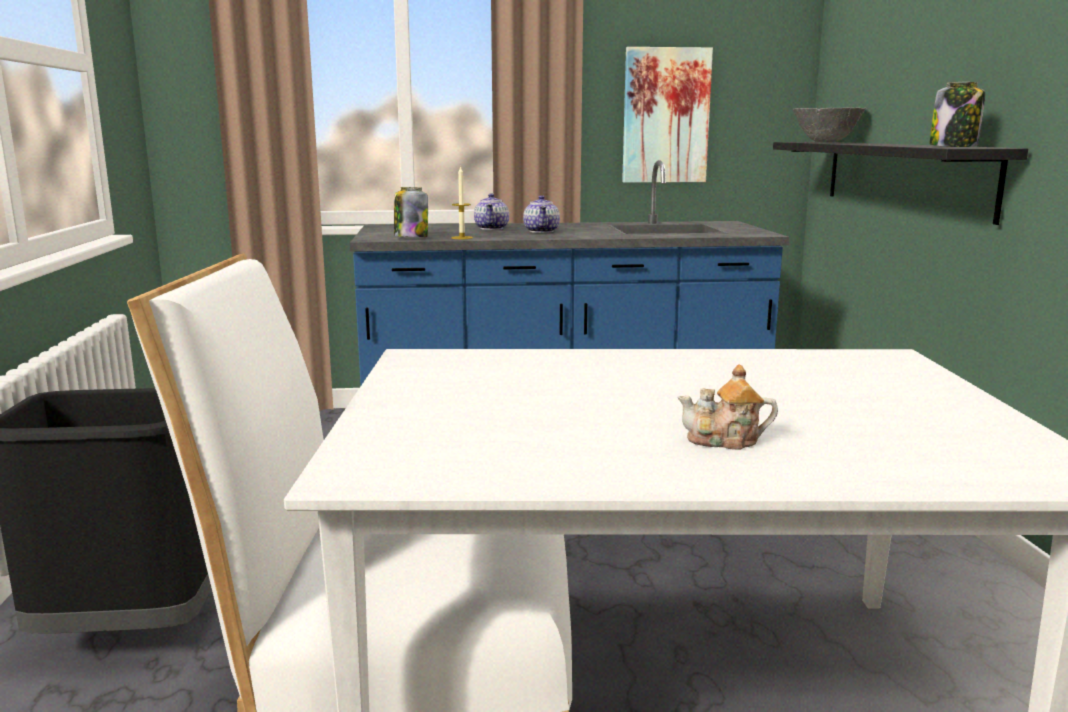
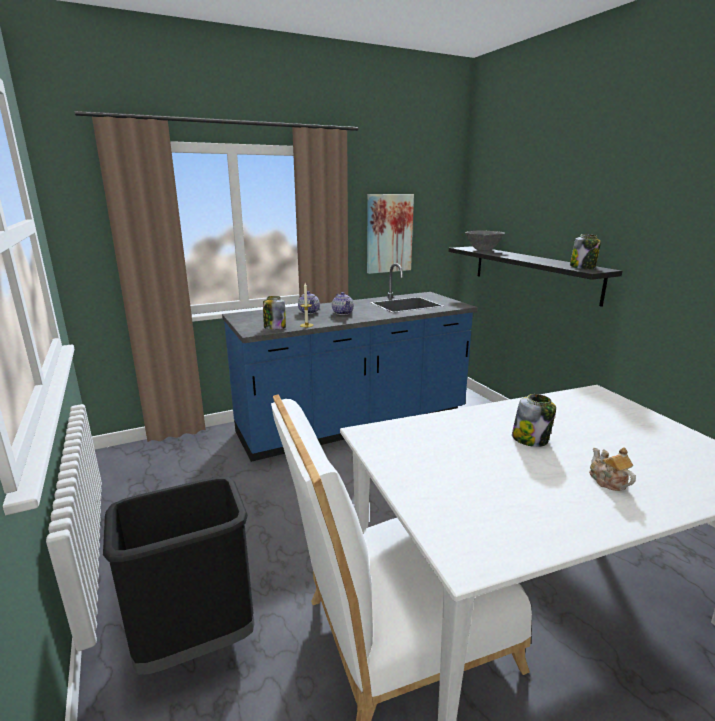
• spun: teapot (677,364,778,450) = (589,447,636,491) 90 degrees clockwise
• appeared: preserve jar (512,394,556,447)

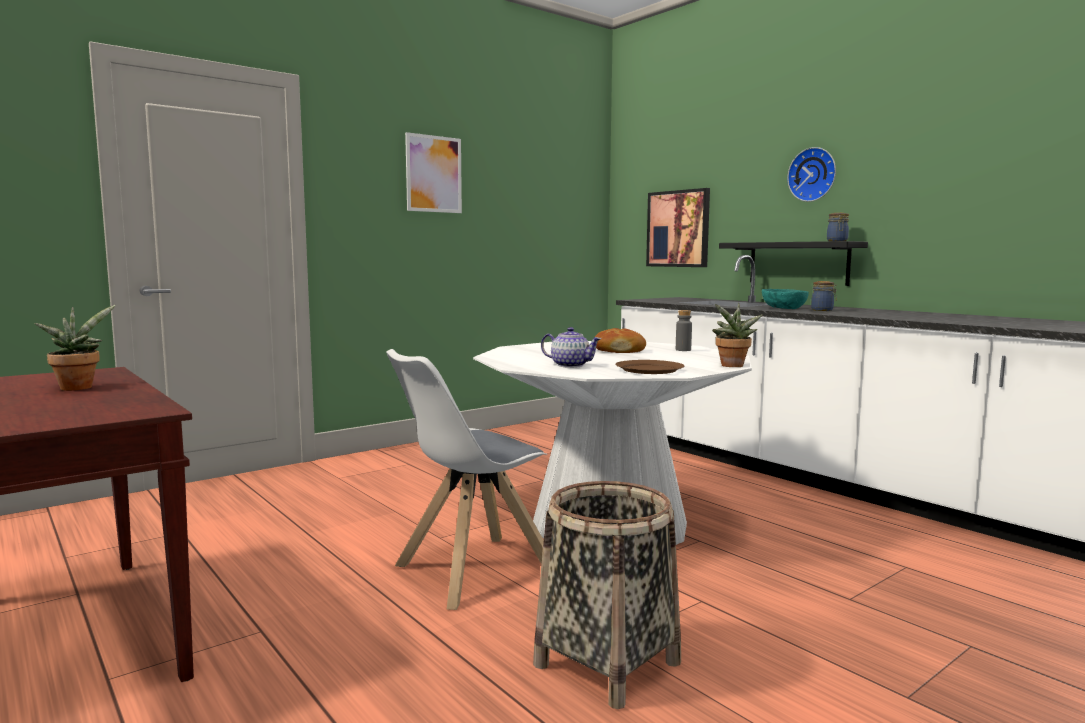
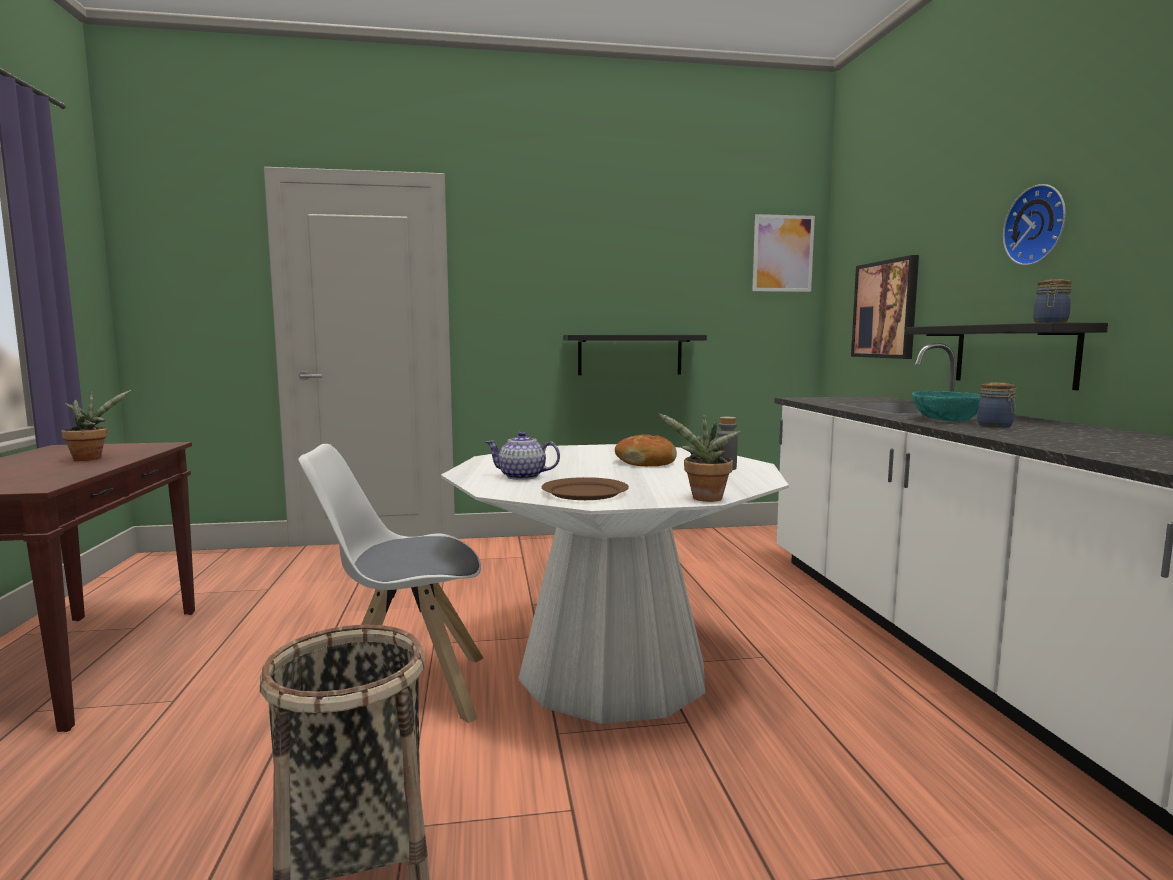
• relocated: wall art (405,132,462,213) to (752,214,815,292)
• spun: teapot (541,327,601,368) = (485,431,560,480) 135 degrees clockwise
• appeared: wall shelf in black (563,335,707,375)

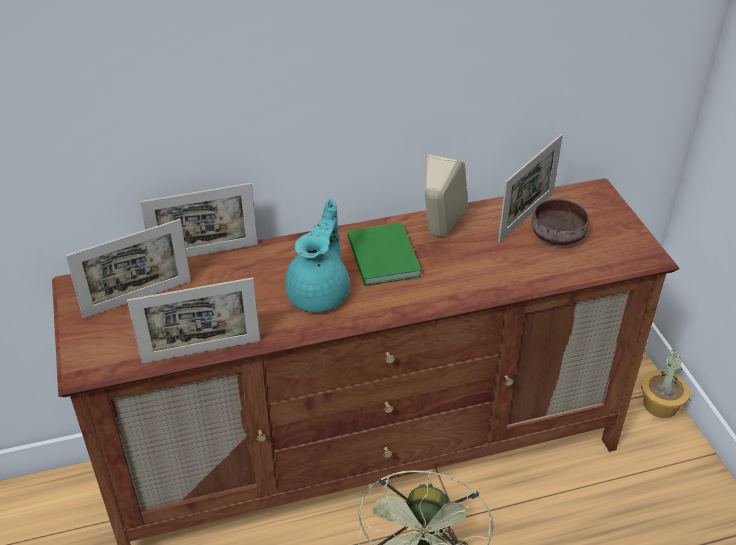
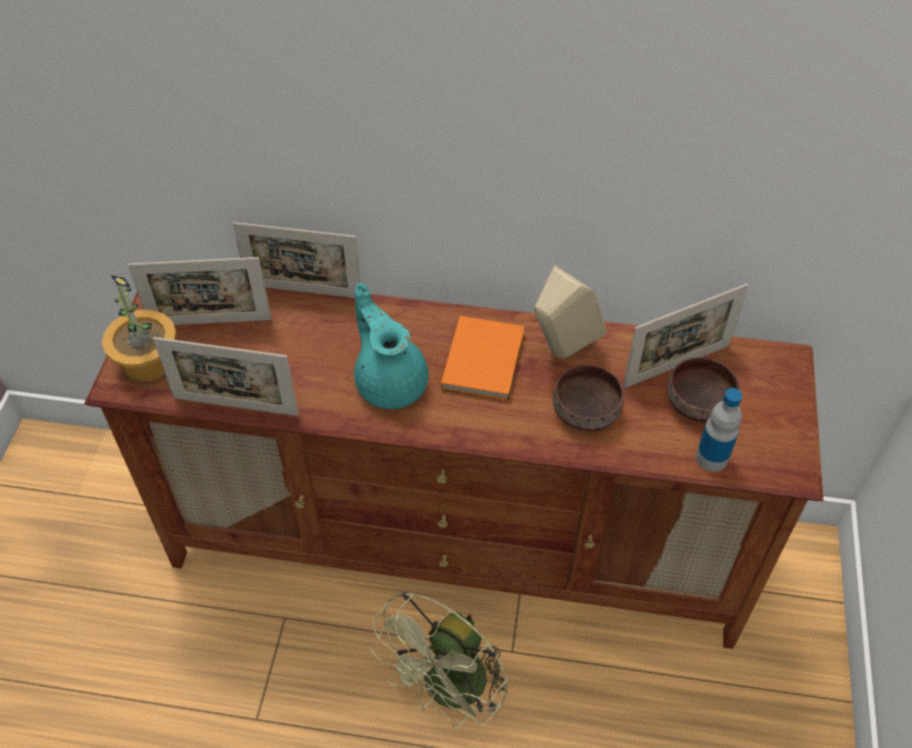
• spun: teapot in blue-green (285,199,350,312) = (354,283,428,409) 75 degrees counterclockwise
• colour: volume in greenish (348,223,421,286) to volume in orange (441,316,524,401)
• relocated: potted plant (641,349,691,418) to (102,275,177,382)
• appeared: deep dish in brown-coloured (553,365,624,431)
• appeared: drink bottle (696,388,742,472)

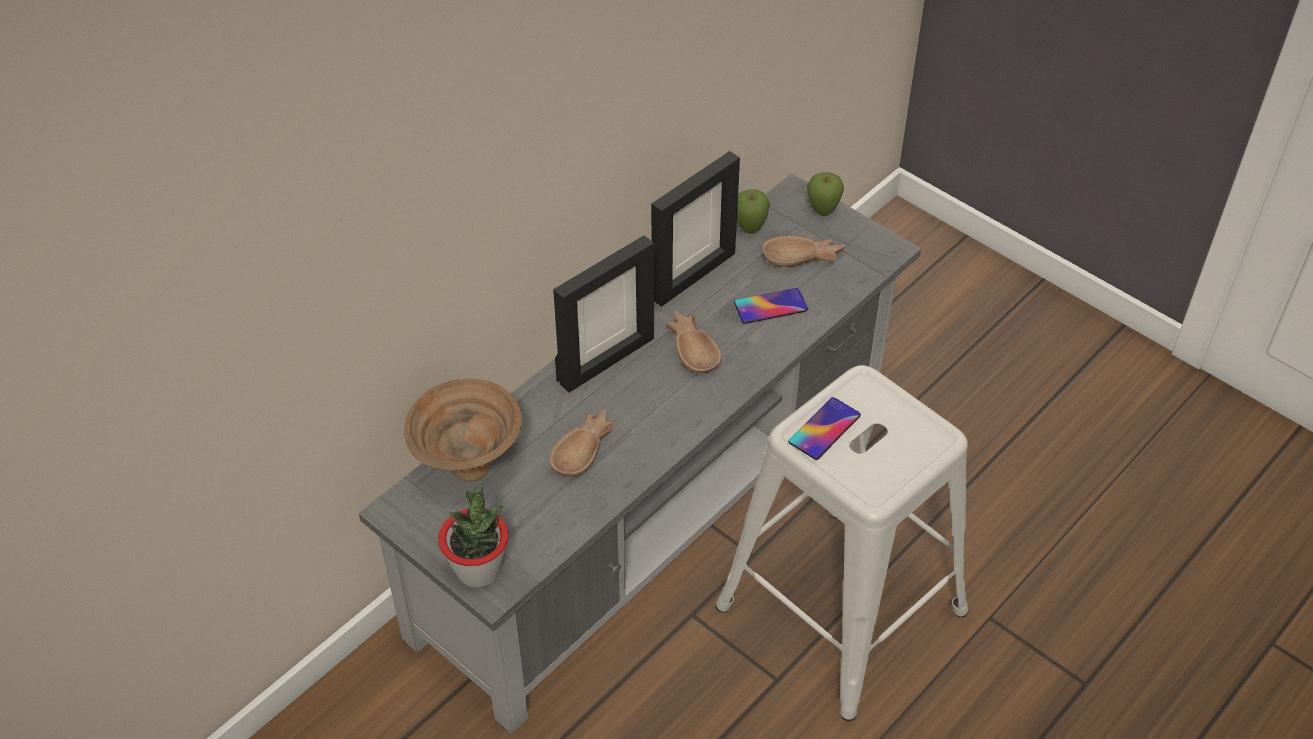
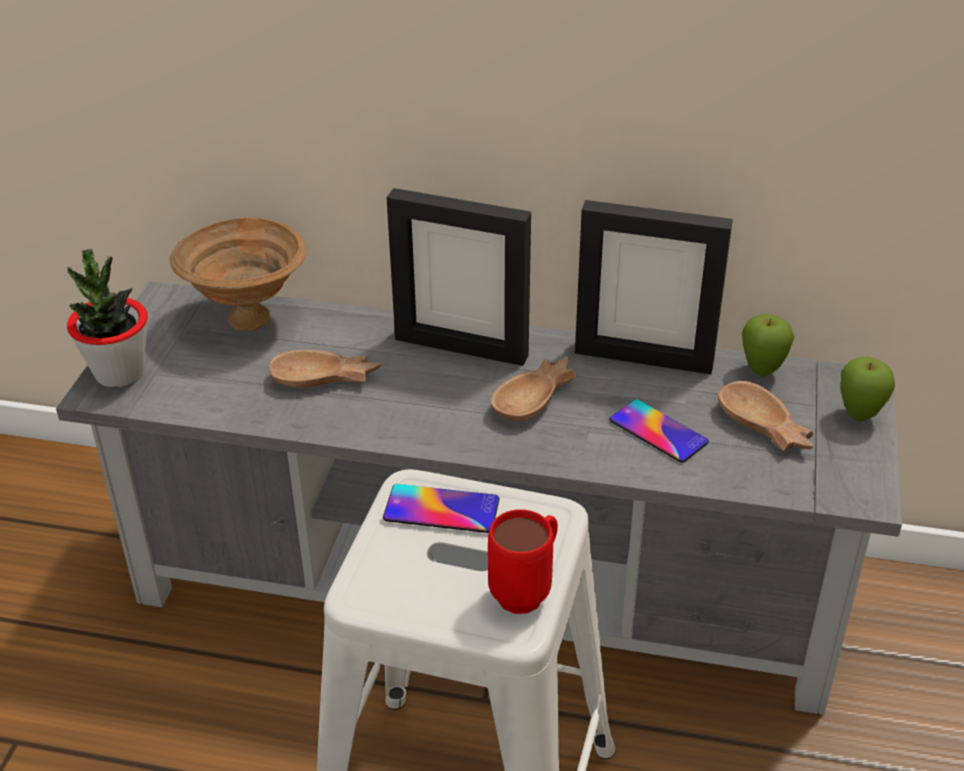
• appeared: mug in reddish (488,509,558,614)

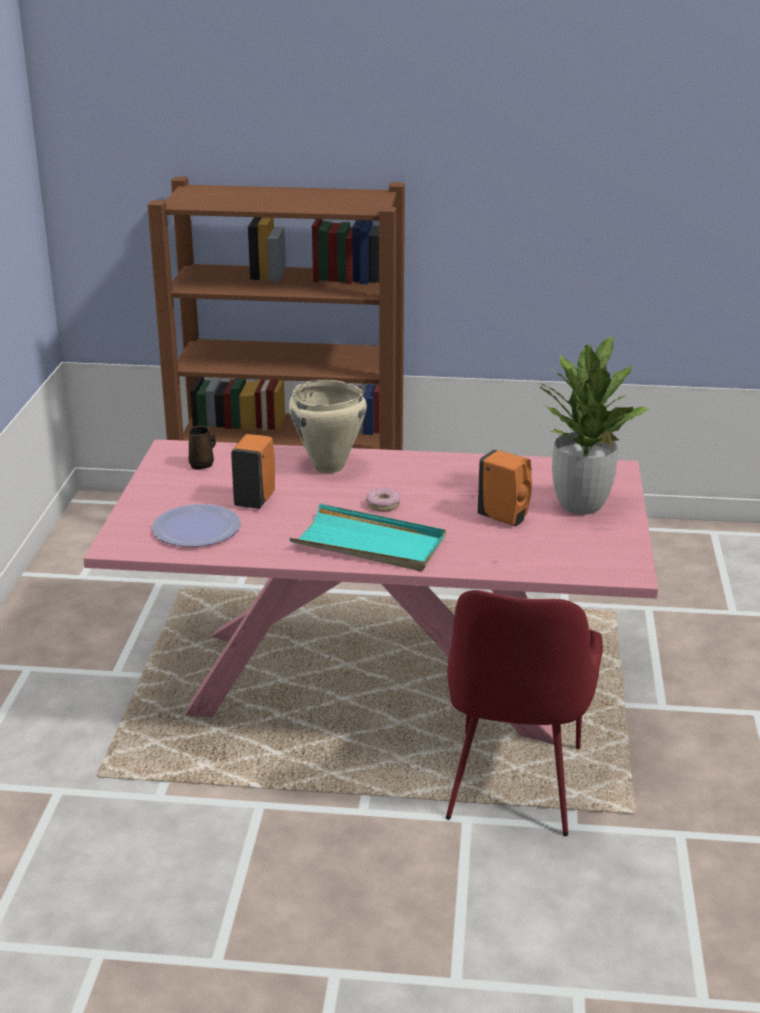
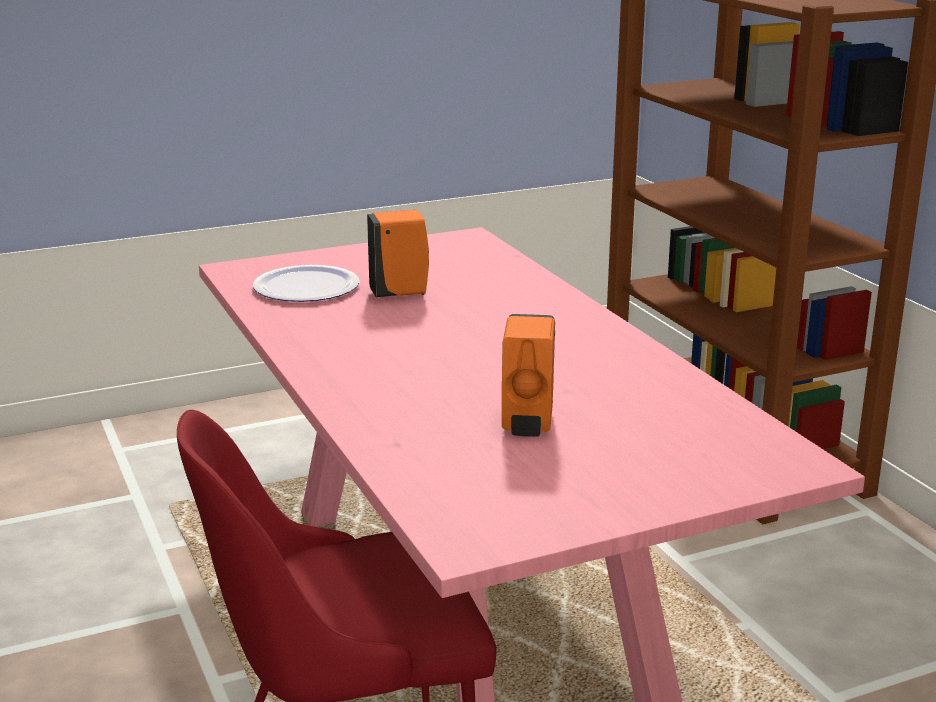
• missing: mug in brown-coloured (189,426,216,470)
• missing: saucepot in sand-coloured (289,380,367,473)
• missing: carrying tray in blue-green (289,503,446,571)
• missing: ring doughnut (366,488,401,511)
• missing: potted plant (539,336,650,515)

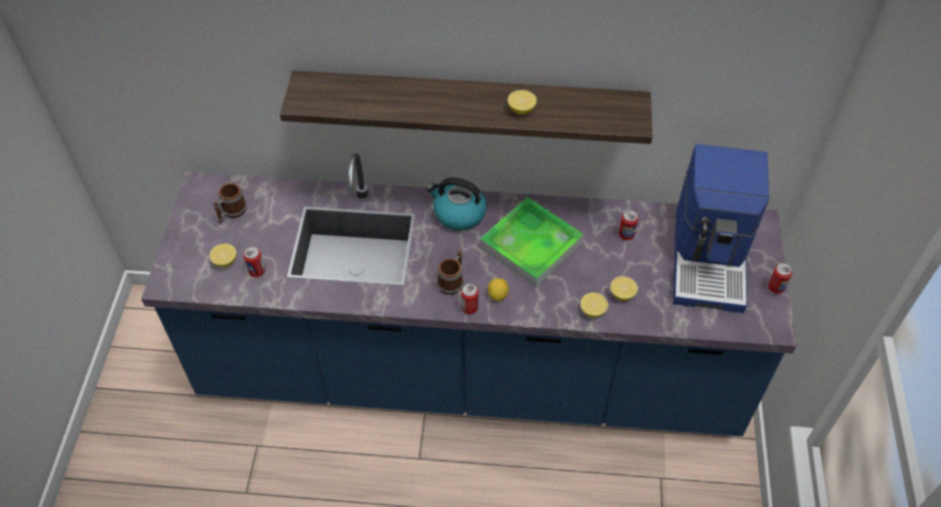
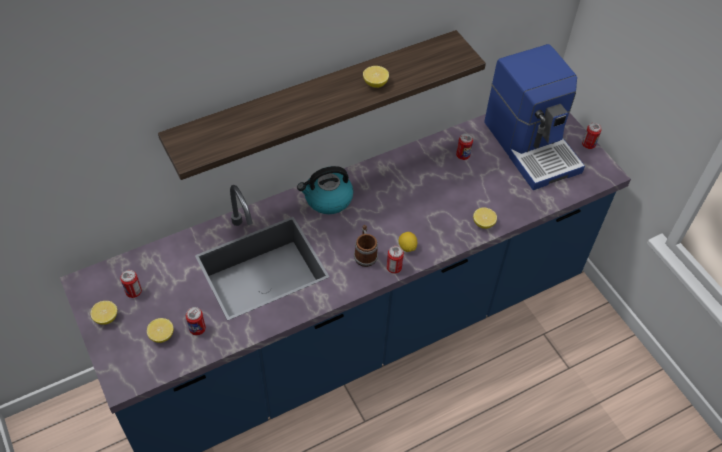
• exchanged: mug (213,183,247,224) to can (120,270,142,298)
• missing: carrying tray (480,197,584,287)
• relocated: citrus fruit (610,276,638,301) to (90,301,117,325)

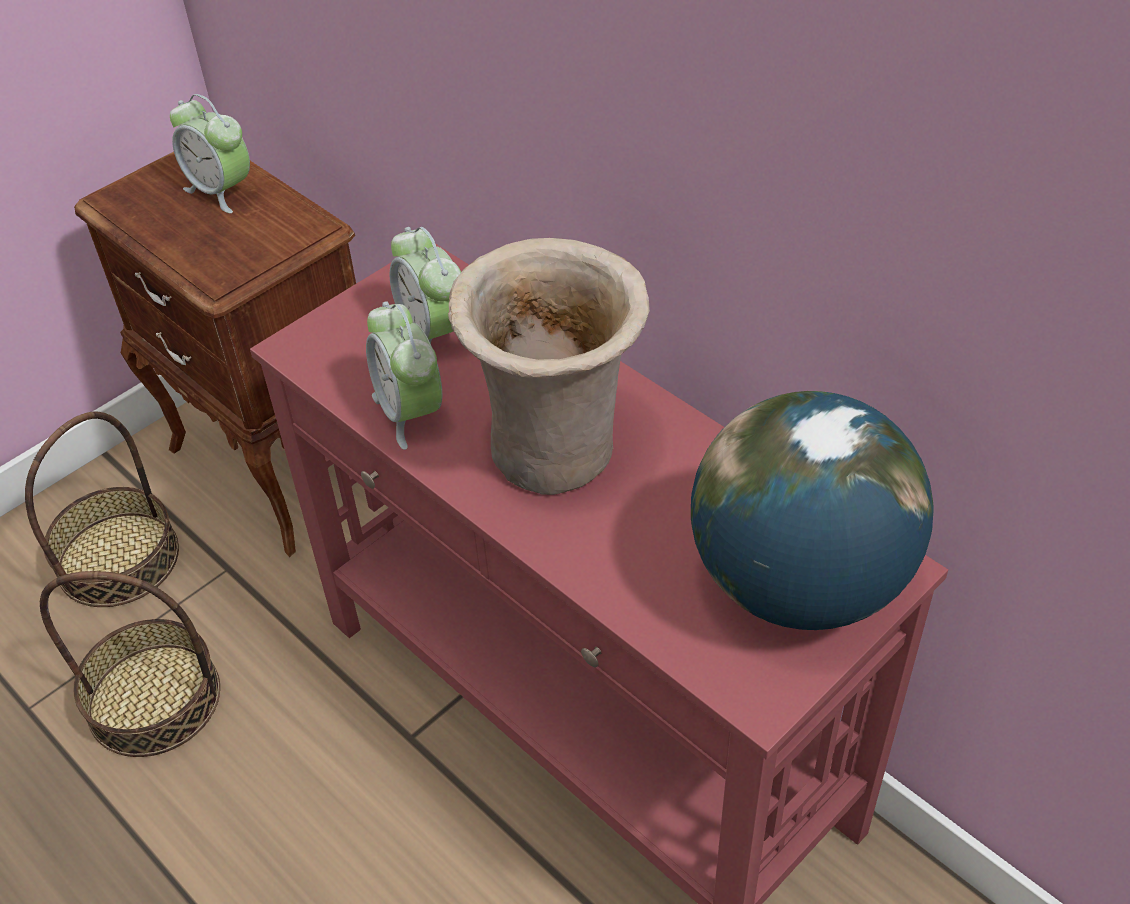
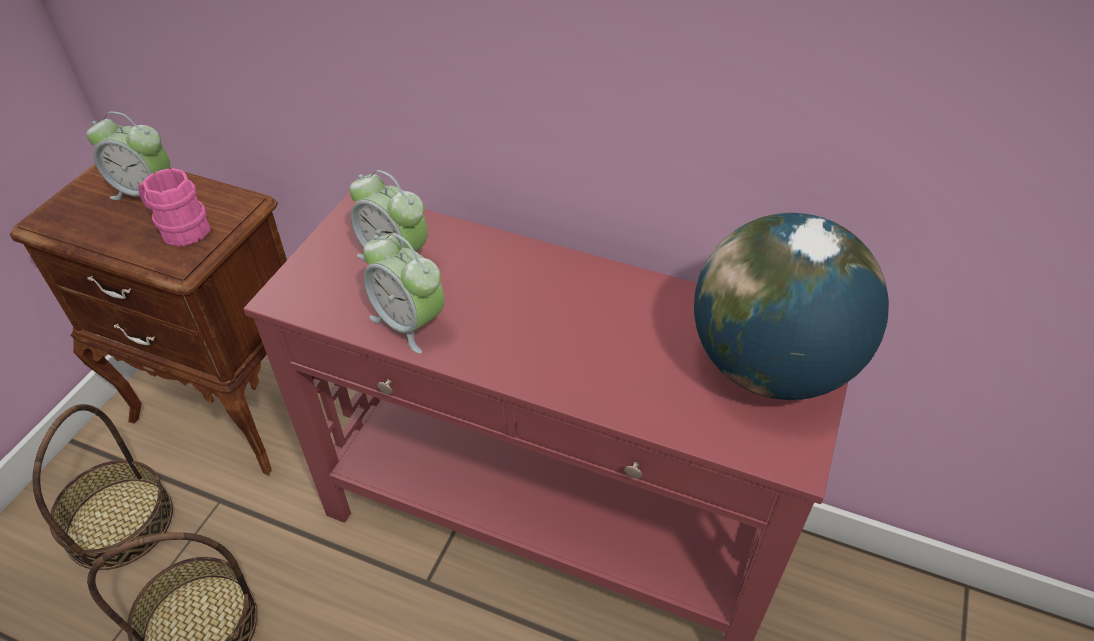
• missing: vase in sand-coloured (448,238,650,495)
• appeared: mug in pink-coloured (138,168,211,247)

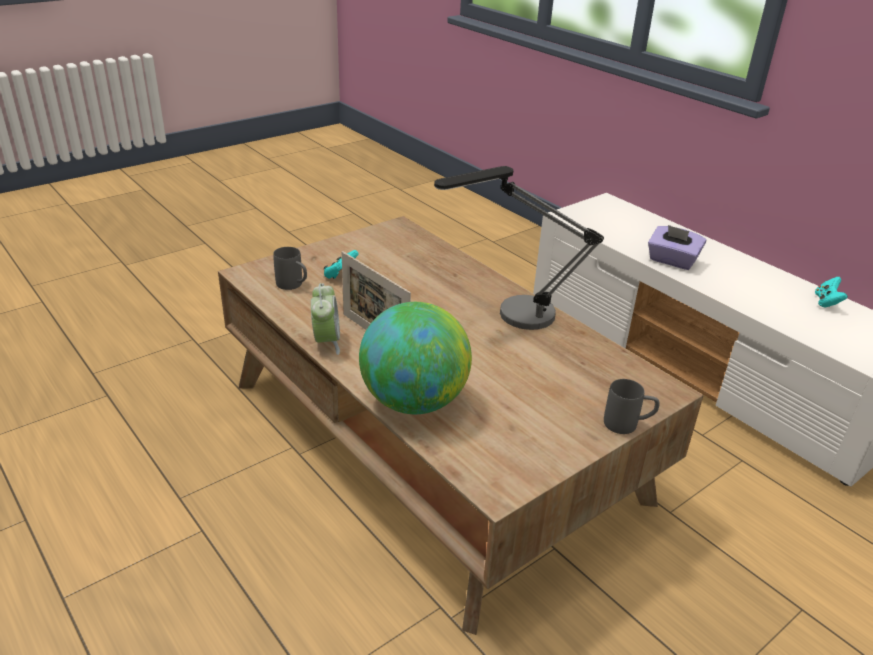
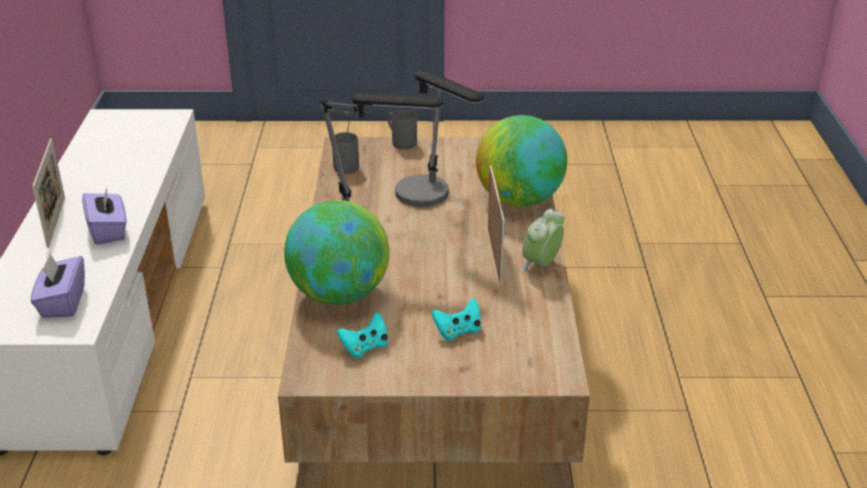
• relocated: mug in grey (273,247,307,290) to (332,132,359,174)
• relocated: game controller in blue-green (815,277,848,308) to (337,312,388,358)
• appeared: tissue holder in purple-coloured (30,253,85,318)
• appeared: standing frame (32,138,65,248)
• appeared: world globe (284,200,389,305)
• appeared: lamp for a table (395,70,483,207)

